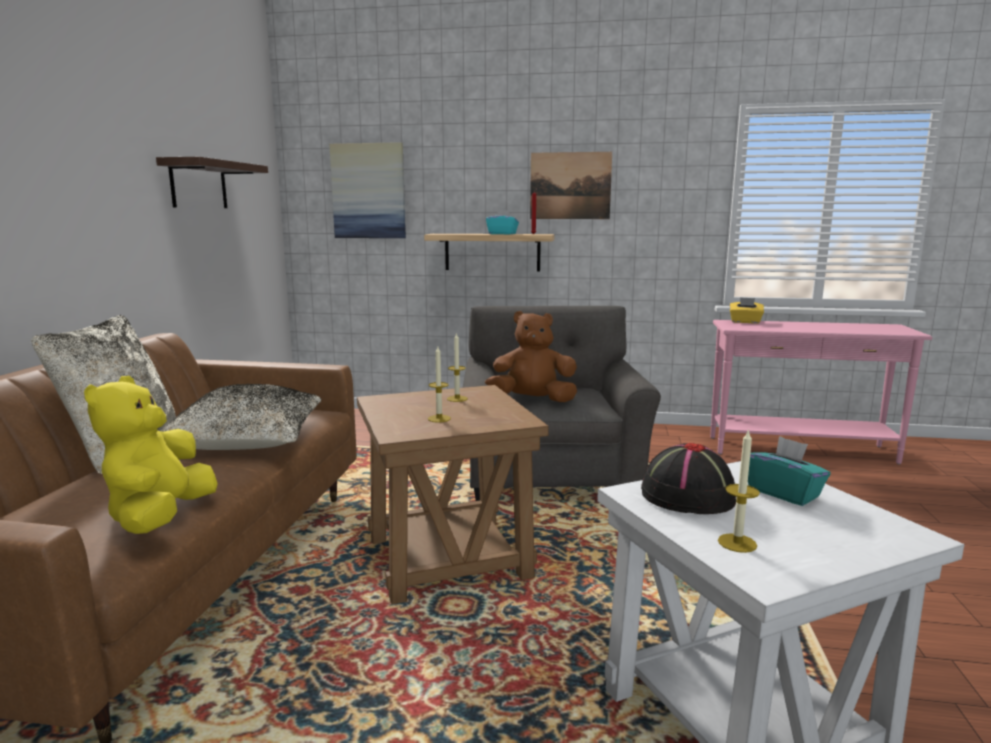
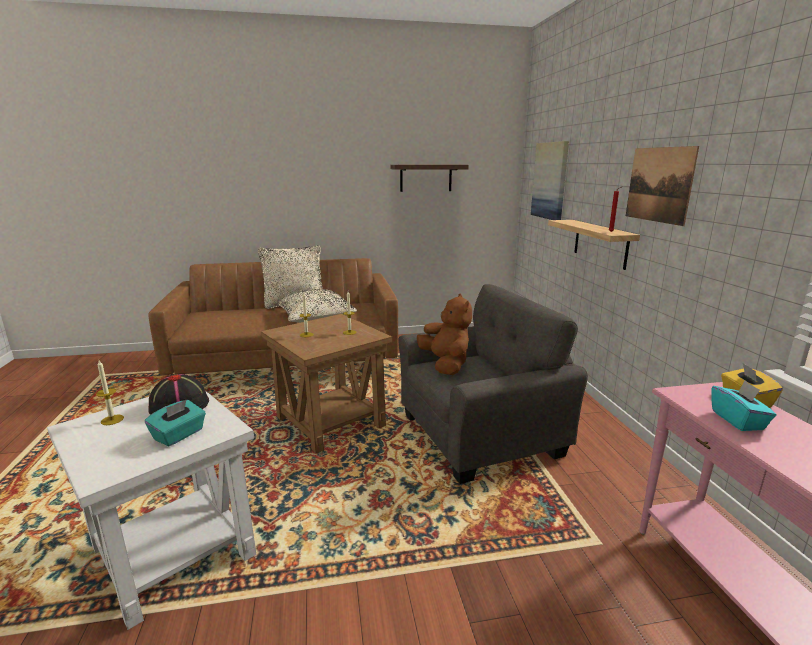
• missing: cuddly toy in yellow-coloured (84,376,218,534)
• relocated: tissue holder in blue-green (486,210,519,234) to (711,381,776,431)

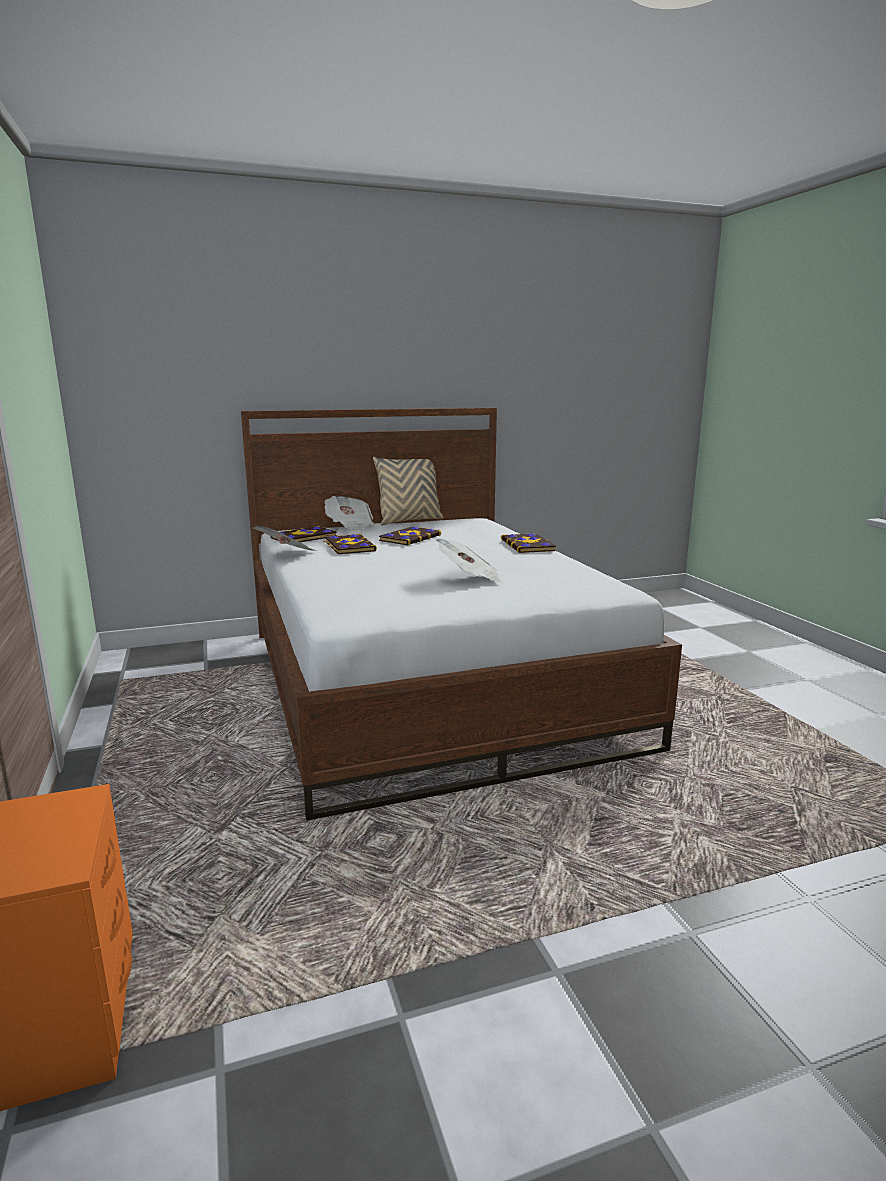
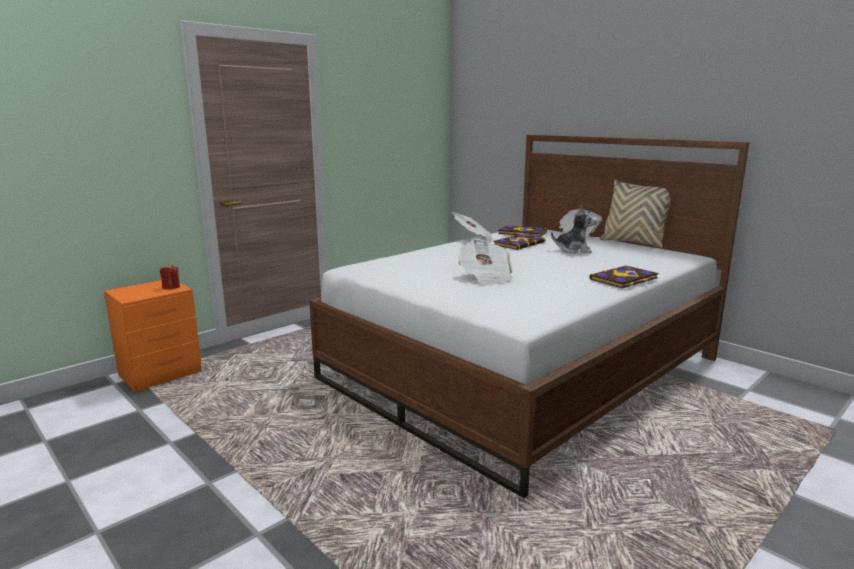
• exchanged: volume (379,526,441,546) to cuddly toy (551,205,598,253)
• appeared: wax light in reddish (160,264,180,289)

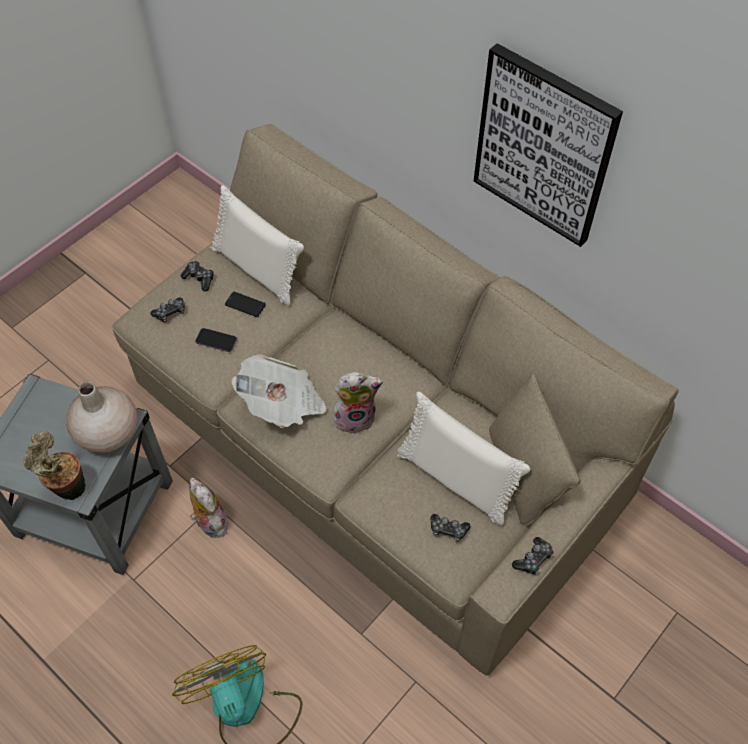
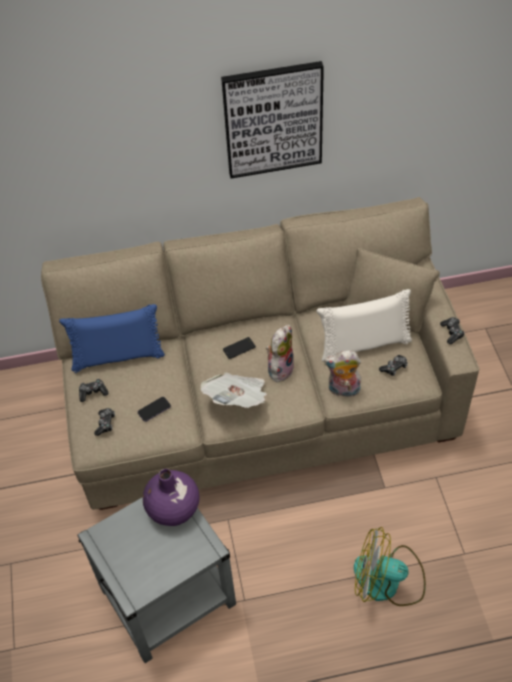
• missing: potted plant (23,431,86,500)
• colour: vase in sand-coloured (66,382,137,453) to vase in purple-coloured (143,469,200,526)
• relocated: cuddly toy (189,478,228,538) to (324,350,361,397)
• colour: cushion in white-coloured (210,185,304,306) to cushion in blue-coloured (59,304,165,373)
• relocated: telephone (225,292,266,317) to (223,337,256,359)

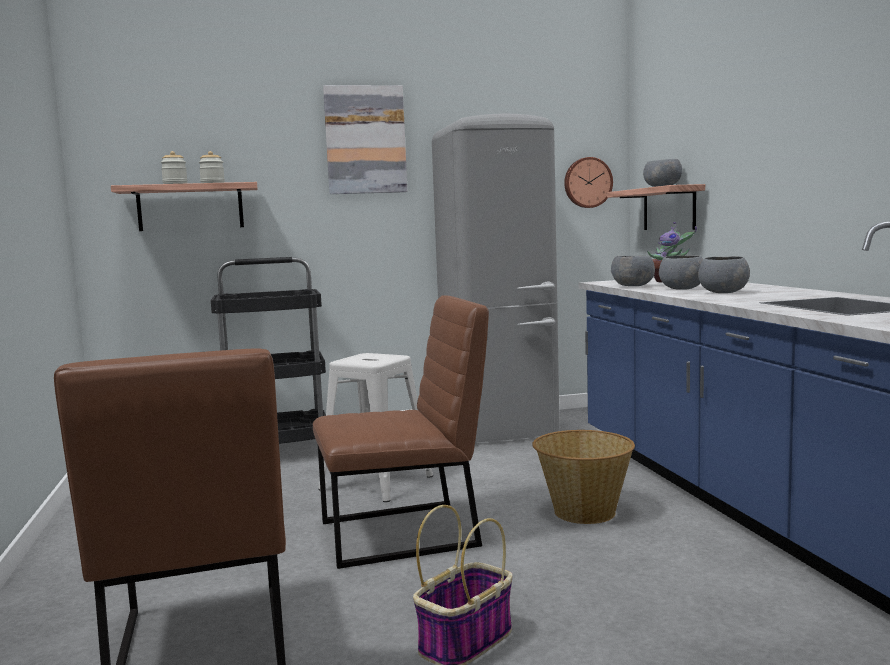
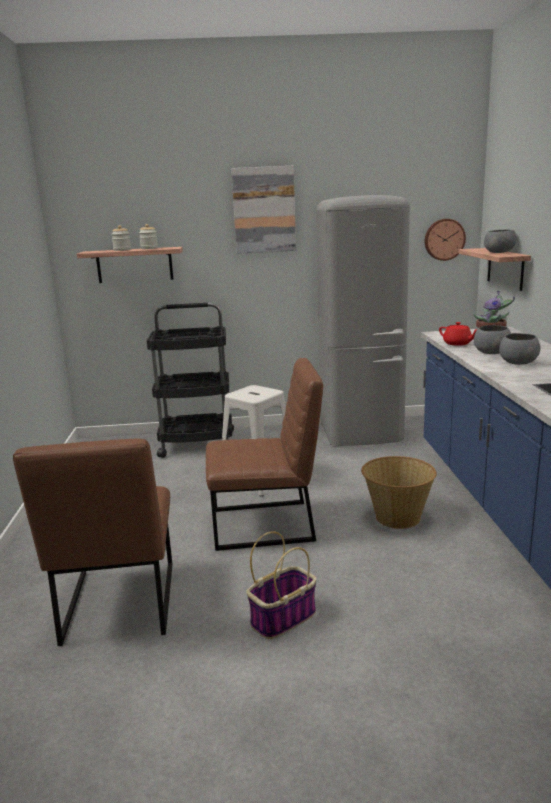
• exchanged: deep dish in grey (611,256,655,286) to teapot in reddish (439,322,477,346)

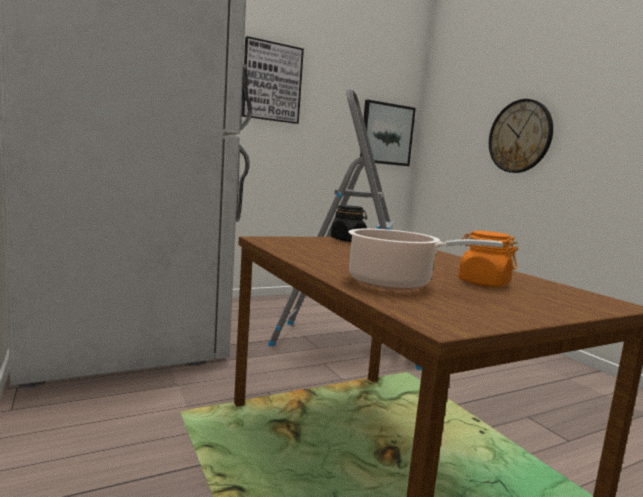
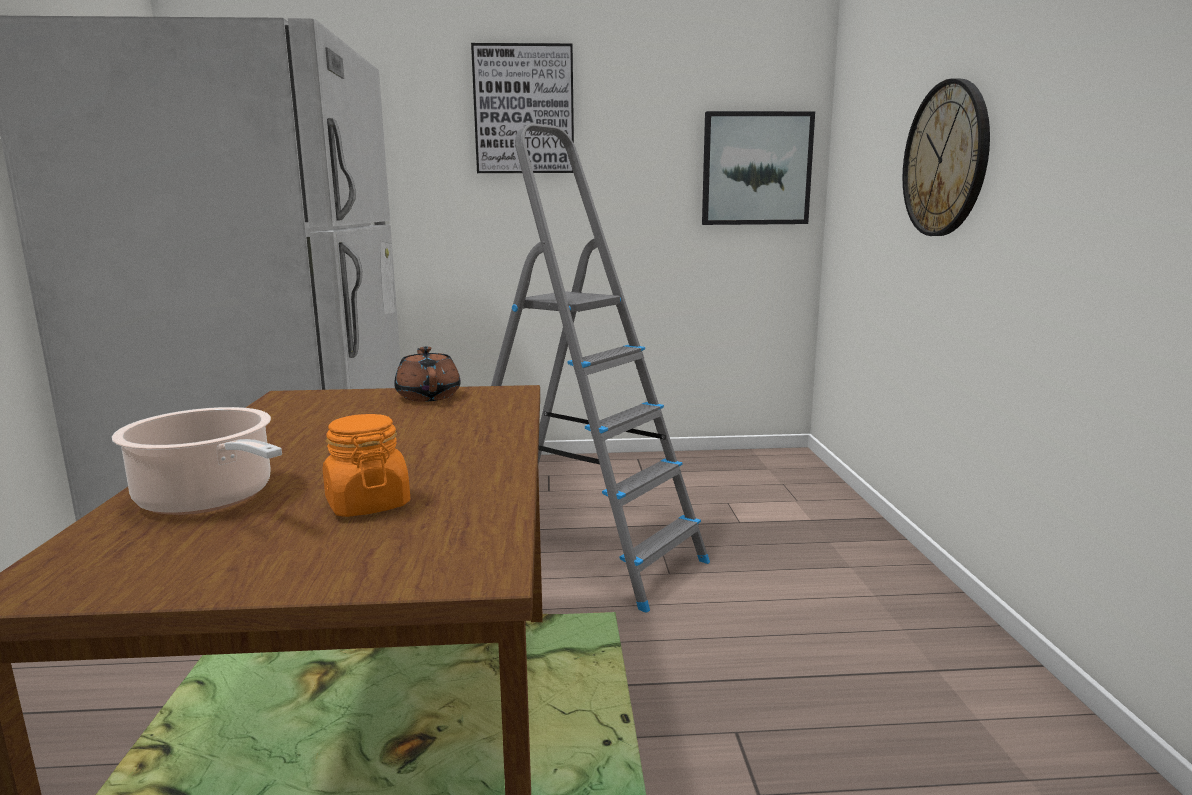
• exchanged: preserve jar in black (331,205,367,242) to teapot in brown-coloured (394,347,461,402)

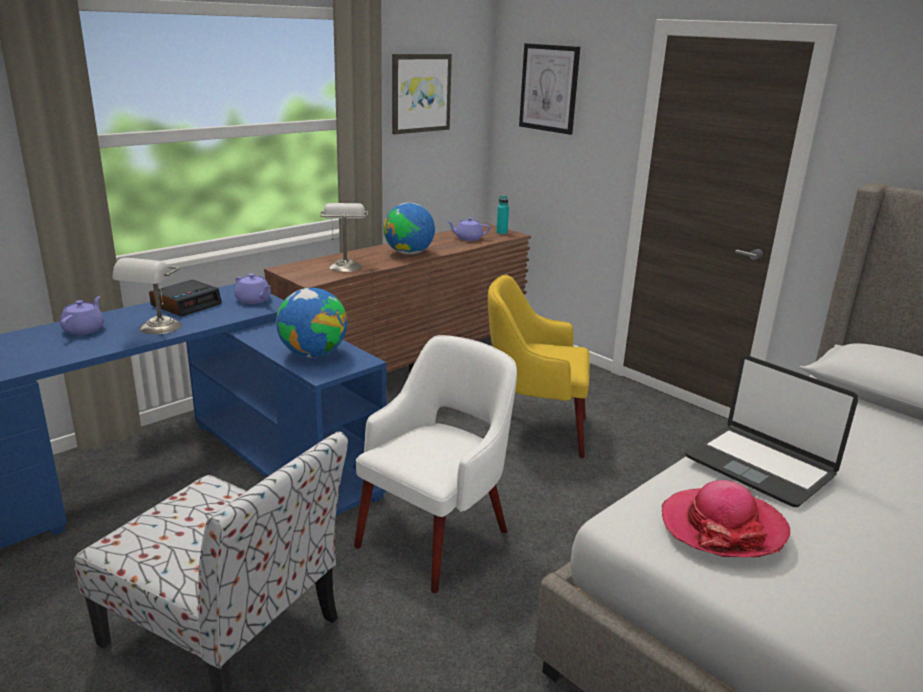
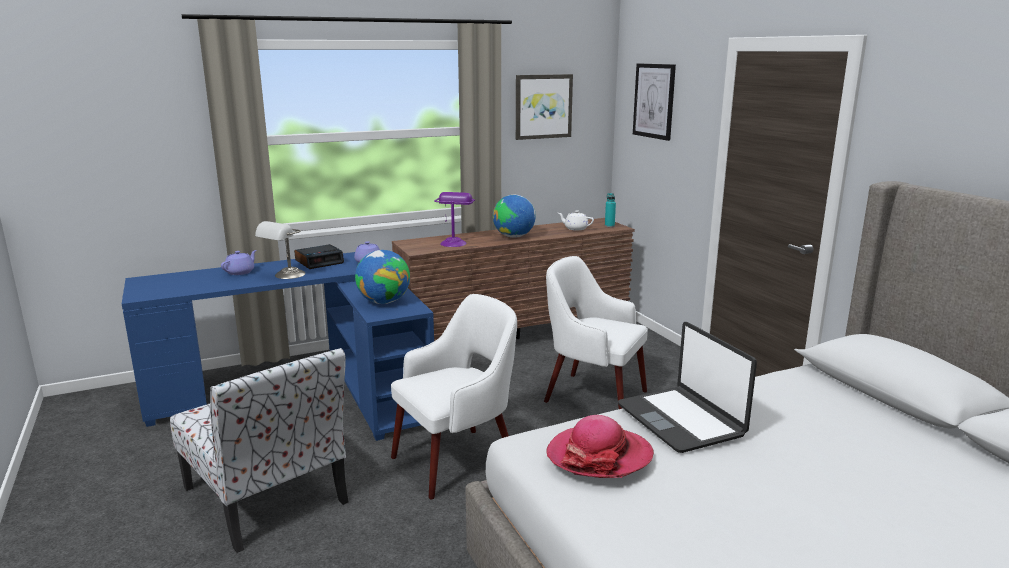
• colour: lamp for a table in white-coloured (320,203,369,272) to lamp for a table in purple-coloured (434,192,475,247)
• colour: teapot in purple-coloured (447,217,490,241) to teapot in white-coloured (558,210,594,230)
• colour: lounge chair in yellow-coloured (488,275,590,458) to lounge chair in white-coloured (544,256,648,409)

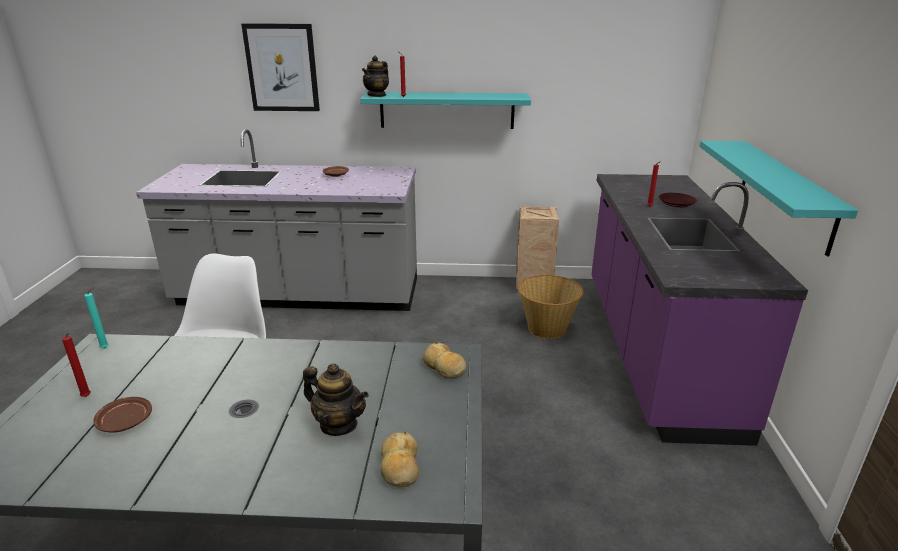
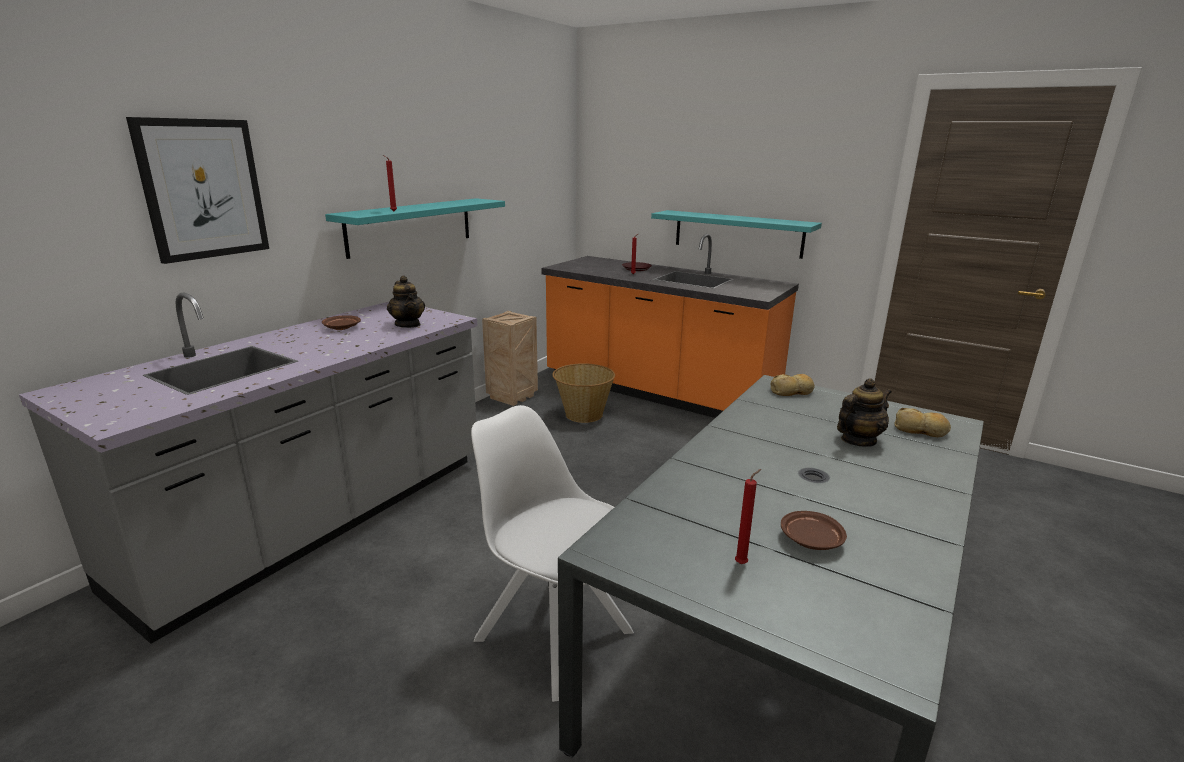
• missing: wax light in blue-green (84,287,109,349)
• relocated: teapot (362,56,389,97) to (387,276,425,328)
• colour: counter in purple-coloured (591,174,808,446) to counter in orange (541,234,799,418)

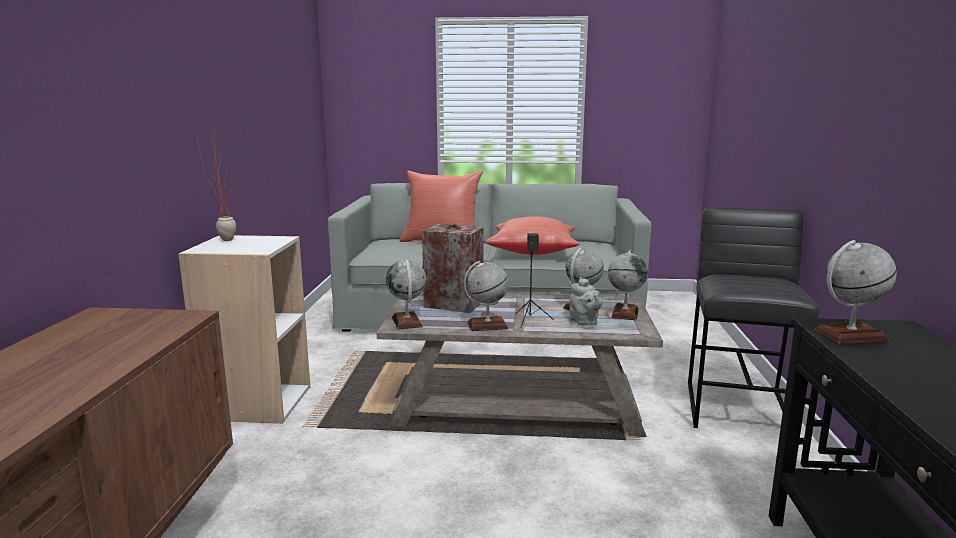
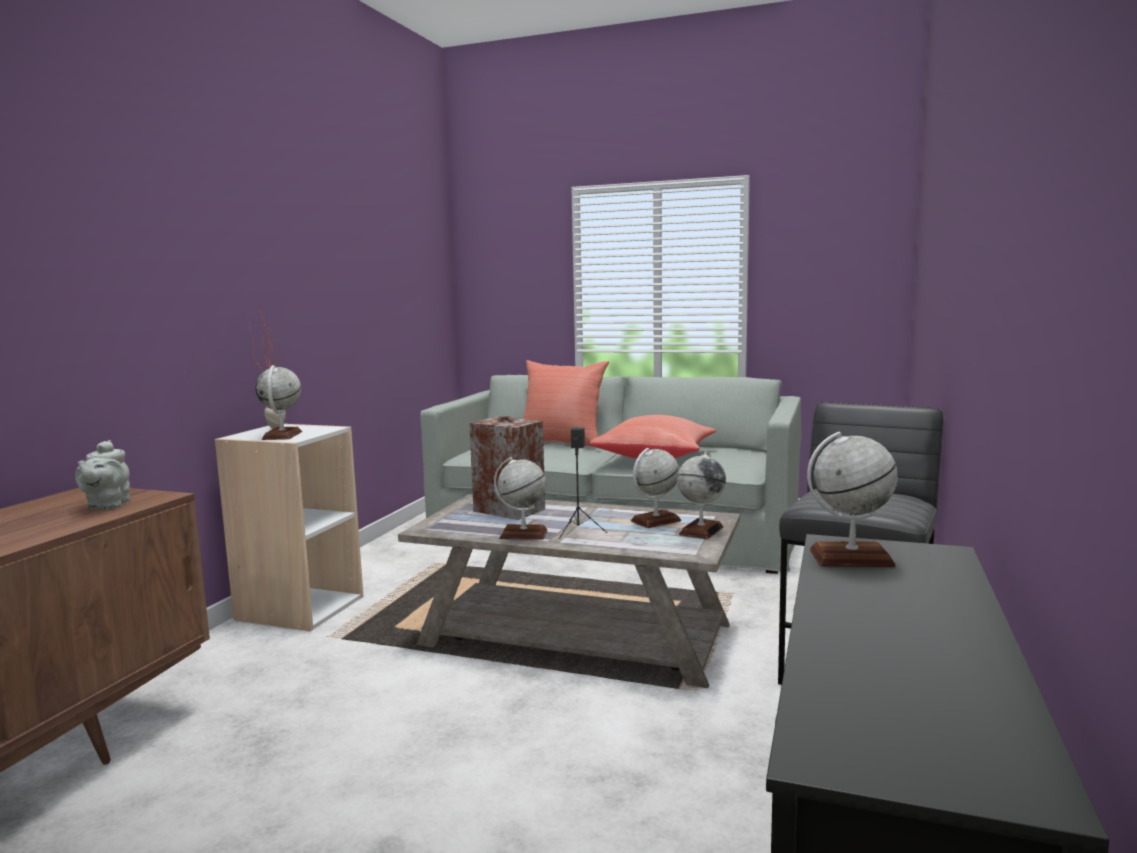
• relocated: world globe (386,260,426,330) to (255,365,302,440)
• relocated: teapot in grey (569,277,603,326) to (75,440,130,509)

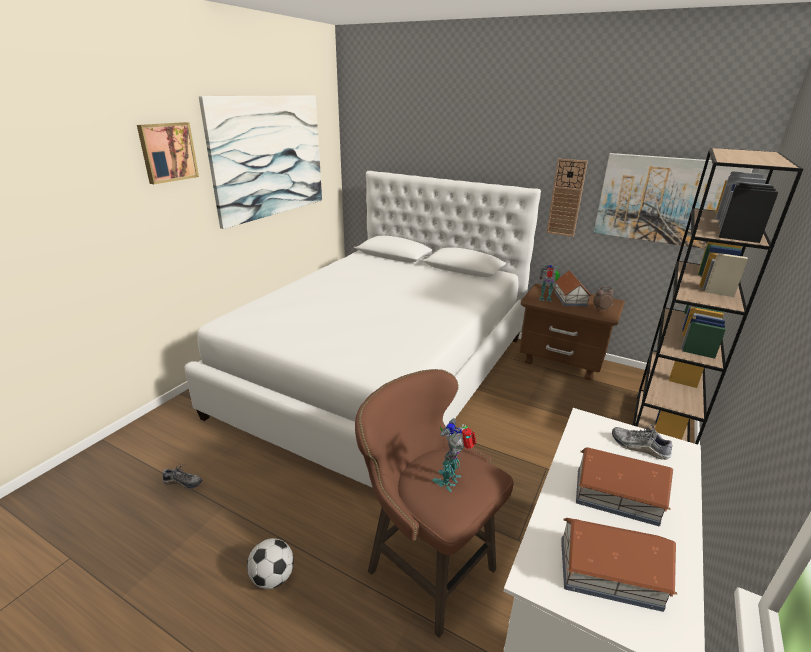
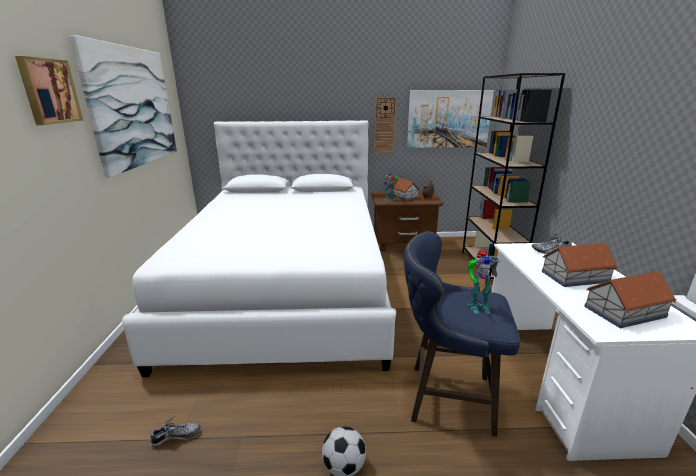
• colour: sitting stool in brown-coloured (355,369,513,637) to sitting stool in blue-coloured (404,231,520,437)
• spun: toy robot (432,418,476,492) = (467,249,501,314) 90 degrees counterclockwise

